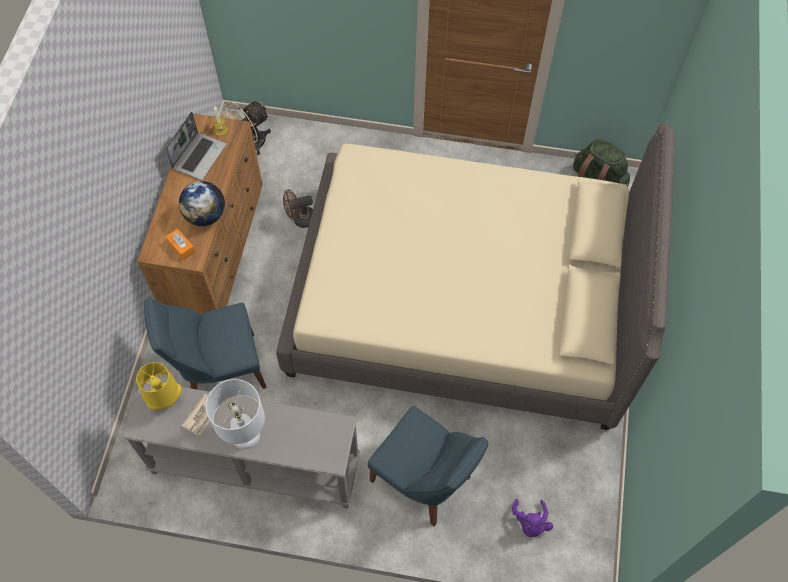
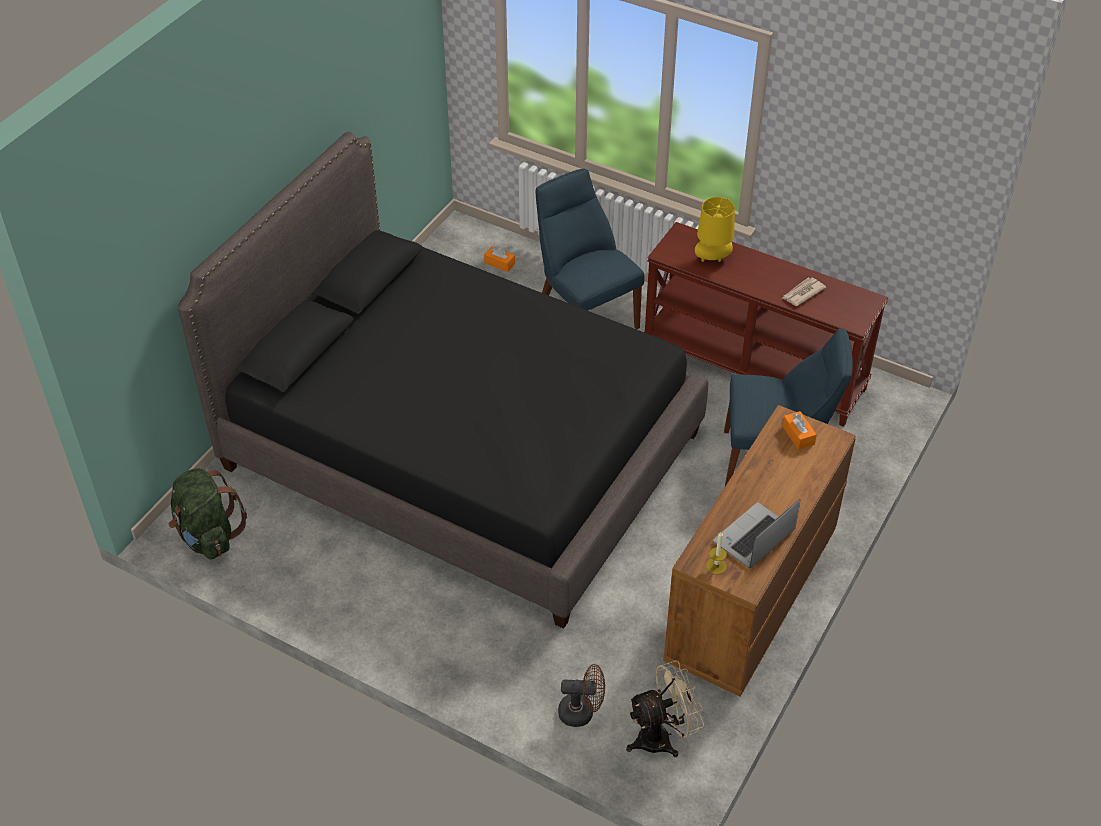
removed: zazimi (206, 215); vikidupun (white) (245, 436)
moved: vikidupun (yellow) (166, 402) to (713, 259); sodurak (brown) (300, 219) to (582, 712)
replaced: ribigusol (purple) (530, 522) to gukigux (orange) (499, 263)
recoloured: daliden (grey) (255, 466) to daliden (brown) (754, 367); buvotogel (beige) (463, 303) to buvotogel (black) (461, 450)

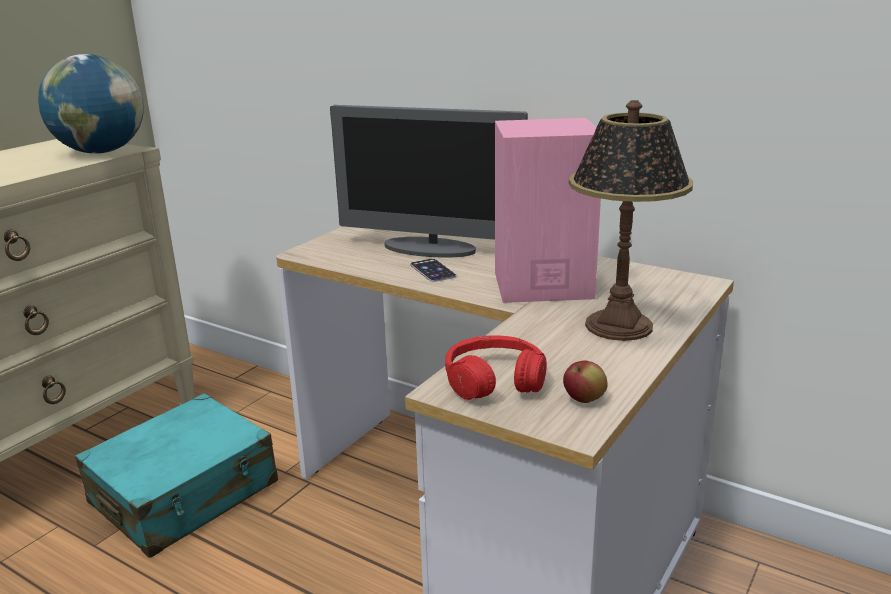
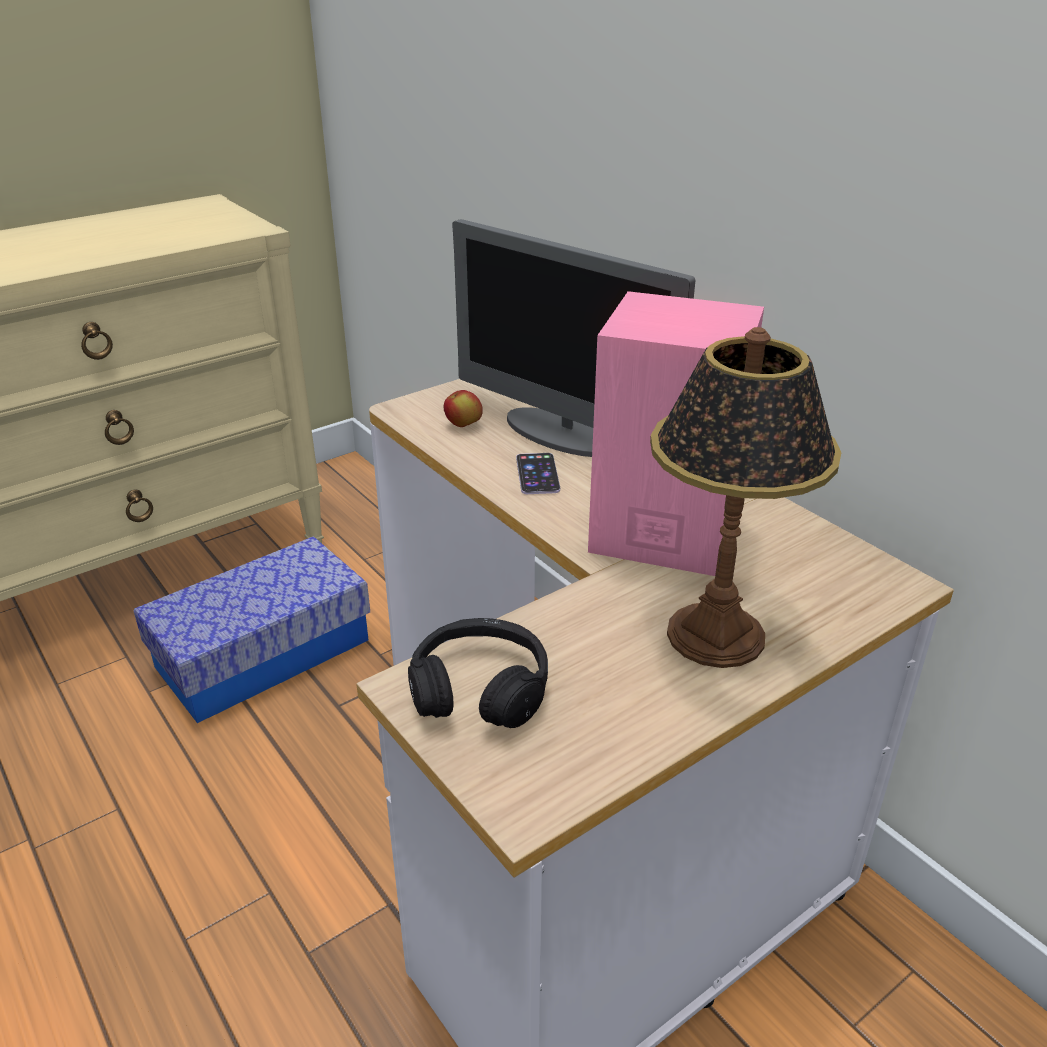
removed: zazimi (101, 152)
moved: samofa (584, 400) to (463, 425)
replaced: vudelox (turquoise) (185, 494) to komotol (263, 653)
recoloured: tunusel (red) (494, 380) to tunusel (black) (480, 689)

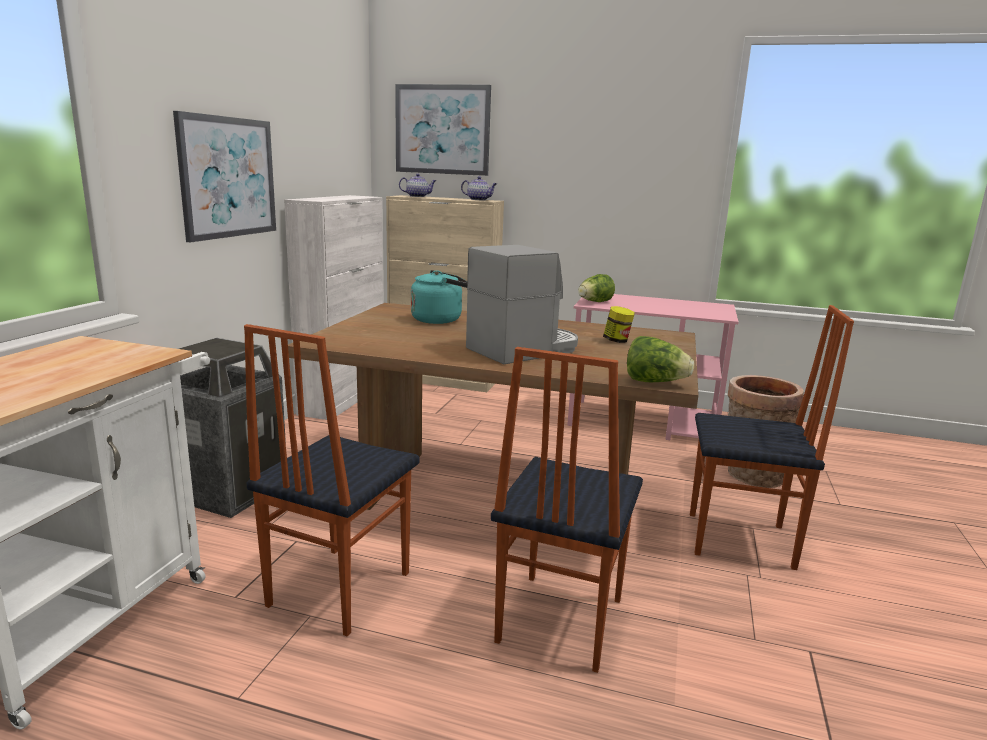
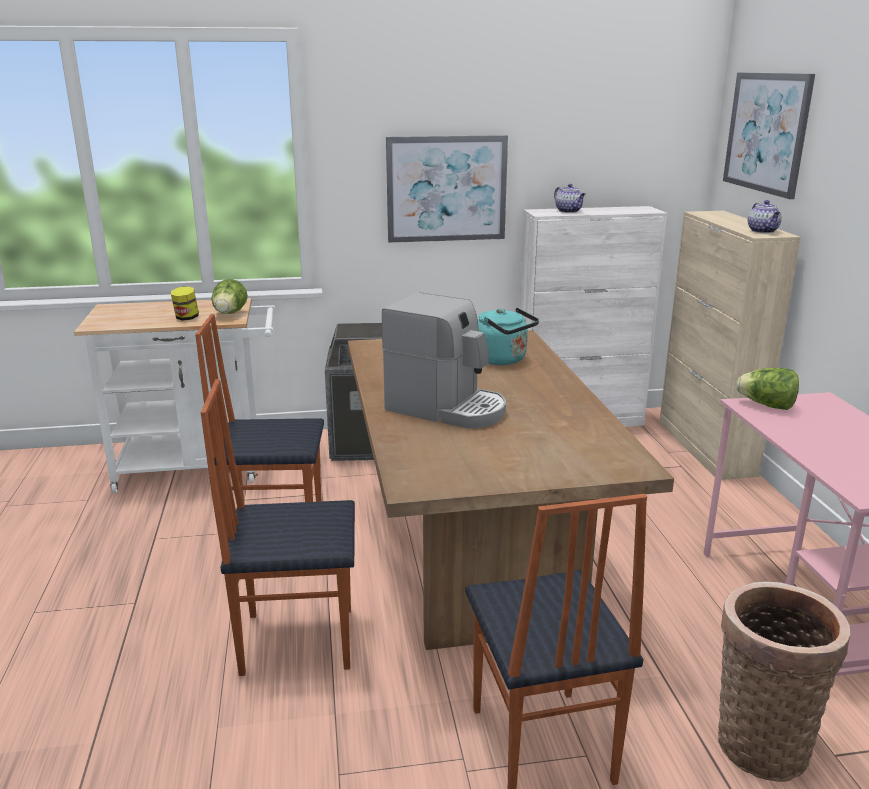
moved: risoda (418, 196) to (569, 211); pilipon (617, 341) to (186, 318); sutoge (655, 382) to (229, 314)

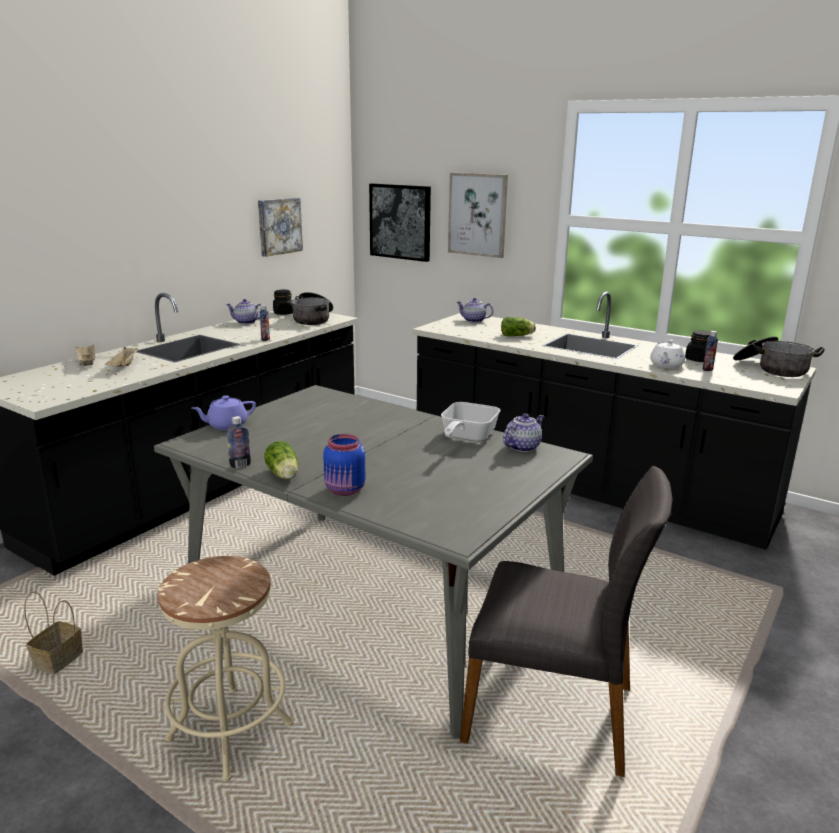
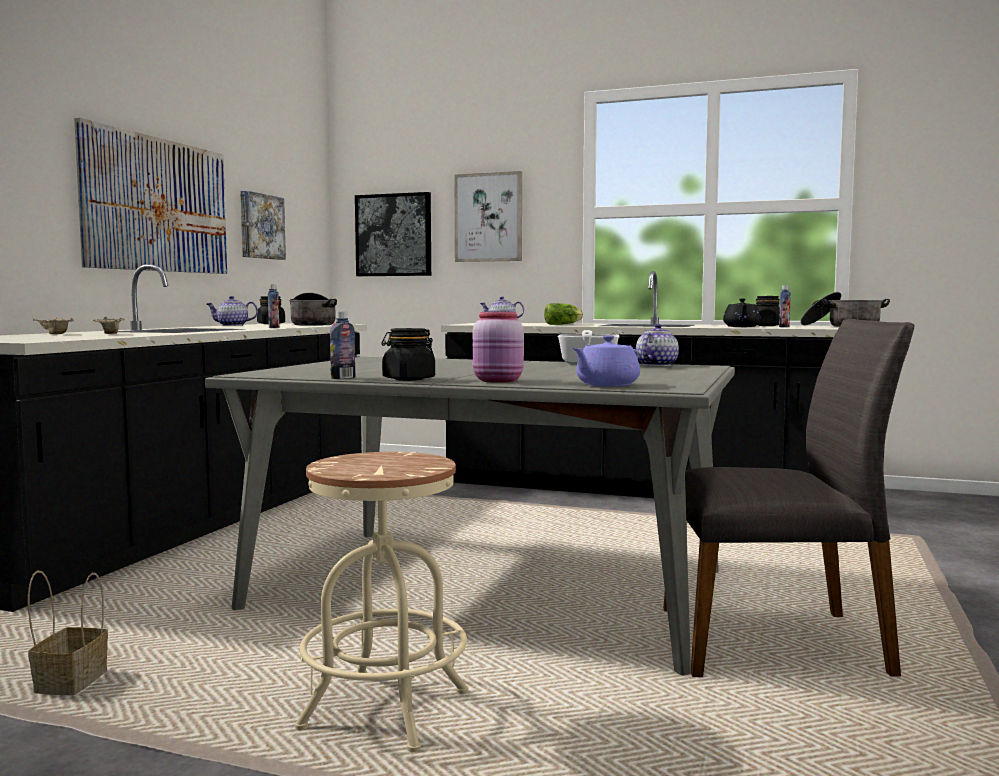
added: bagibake (157, 205)
moved: risoda (purple) (226, 425) to (606, 385)
replaced: sutoge (284, 475) to pilipon (black) (408, 379)
recoloured: pilipon (blue) (345, 490) to pilipon (pink) (499, 381); risoda (white) (666, 365) to risoda (black) (741, 327)

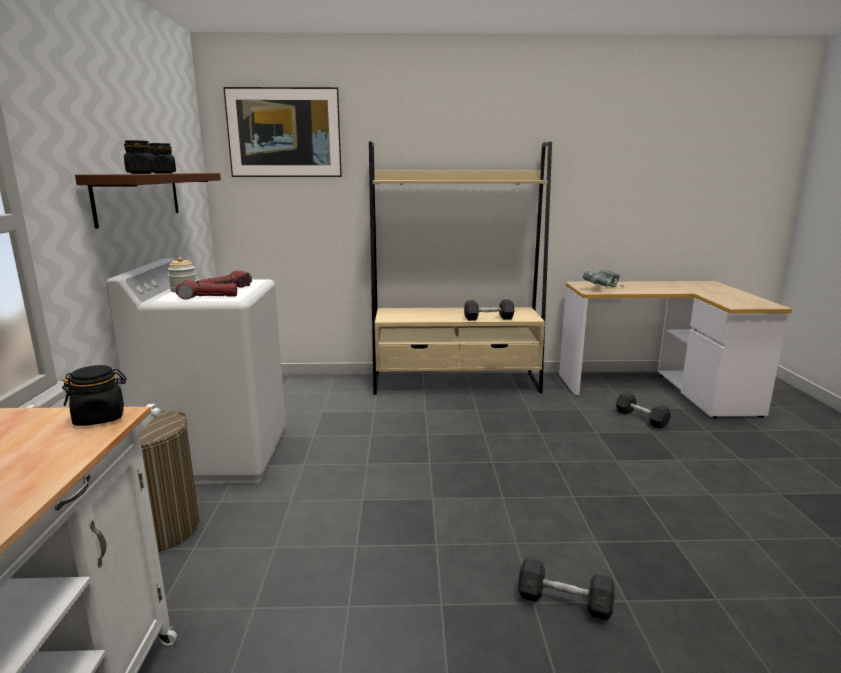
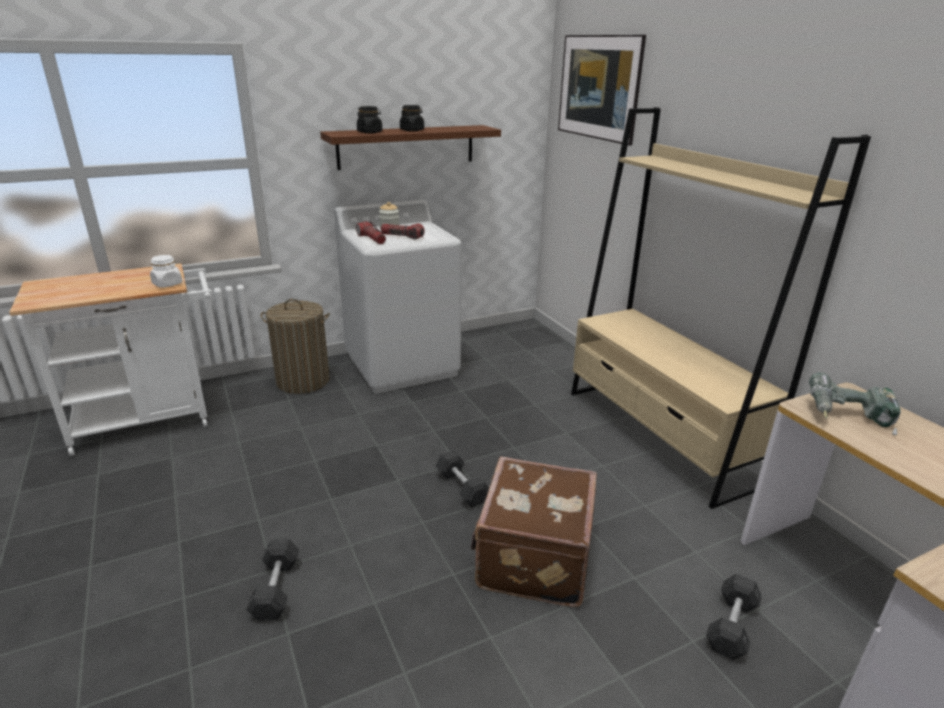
added: vudelox (brown) (532, 558)
moved: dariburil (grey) (488, 318) to (462, 487)
recoloured: pilipon (black) (100, 418) to pilipon (white) (167, 284)

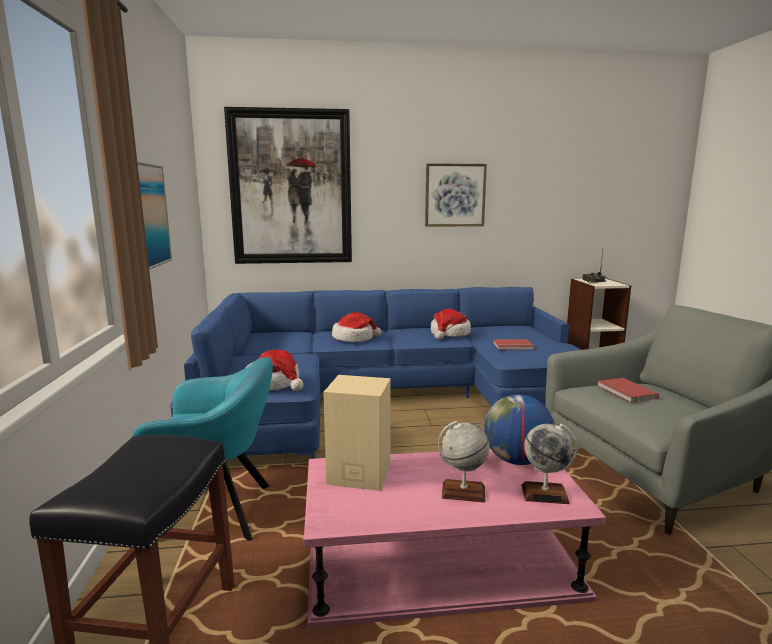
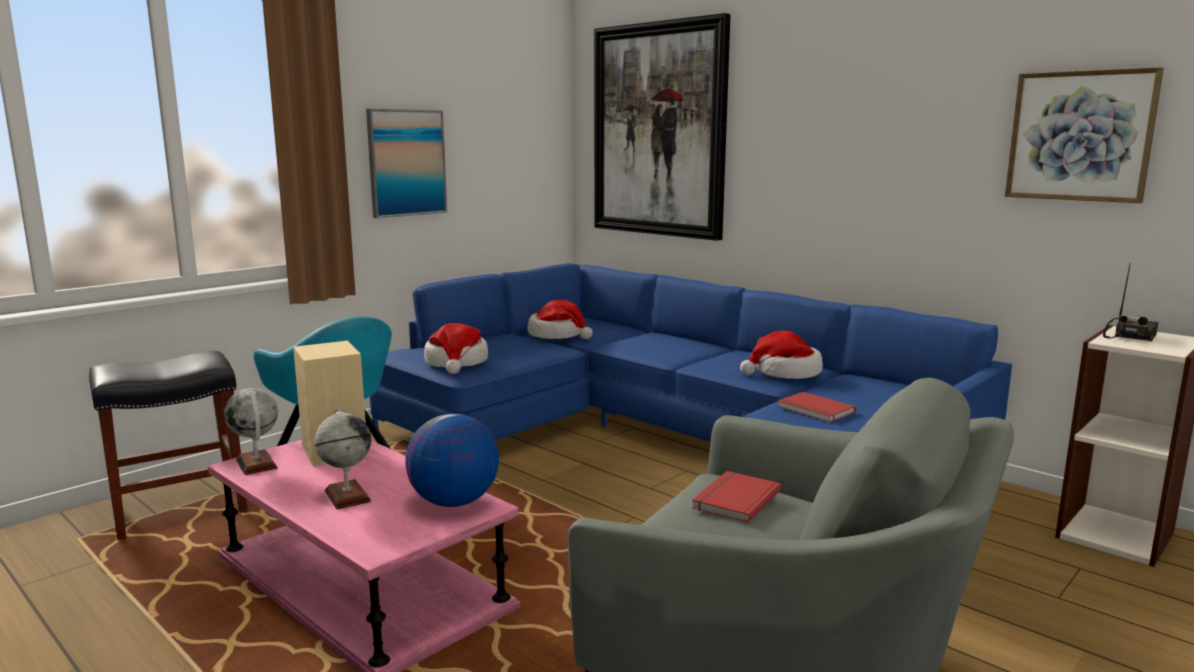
moved: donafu (354, 338) to (557, 335); bagibake (455, 195) to (1079, 136); zazimi (545, 494) to (257, 464)

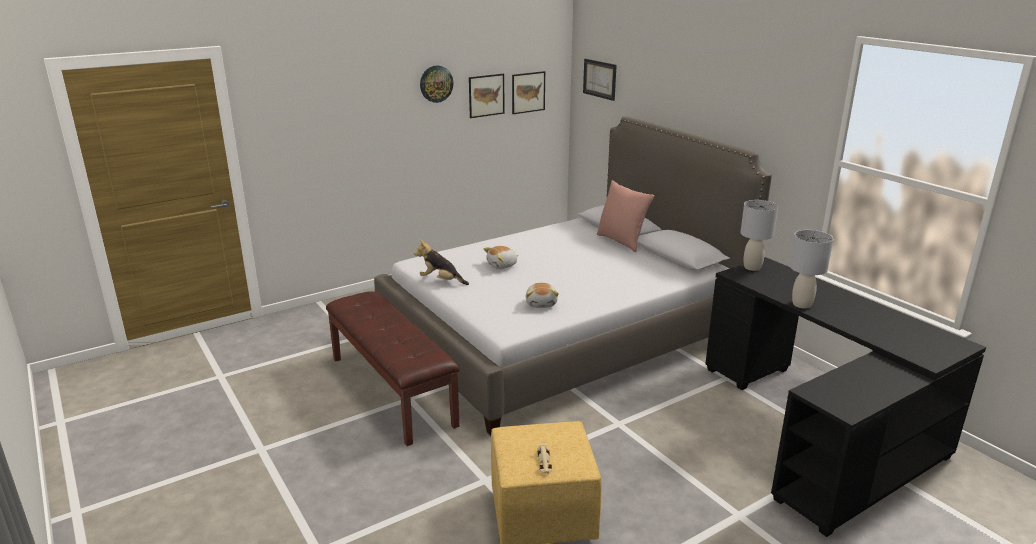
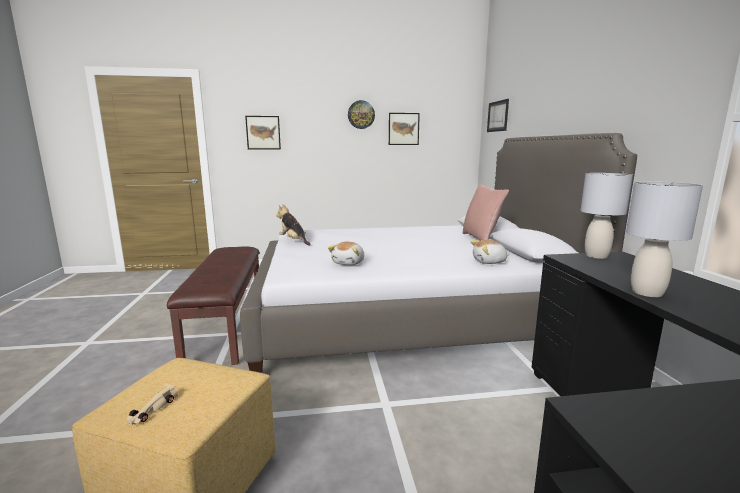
moved: ribigusol (502, 265) to (489, 262); bagibake (528, 92) to (263, 132)

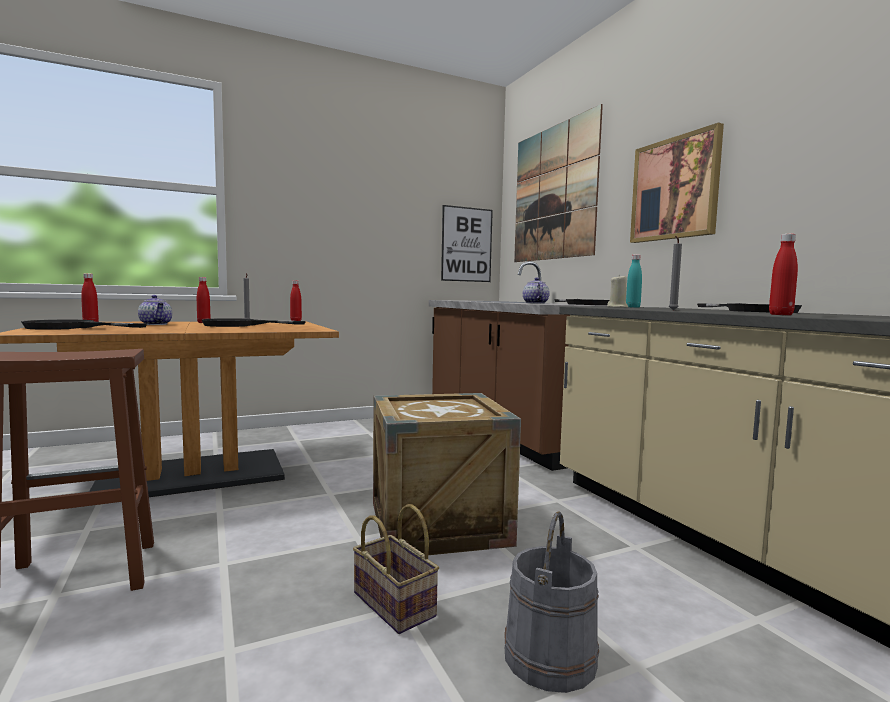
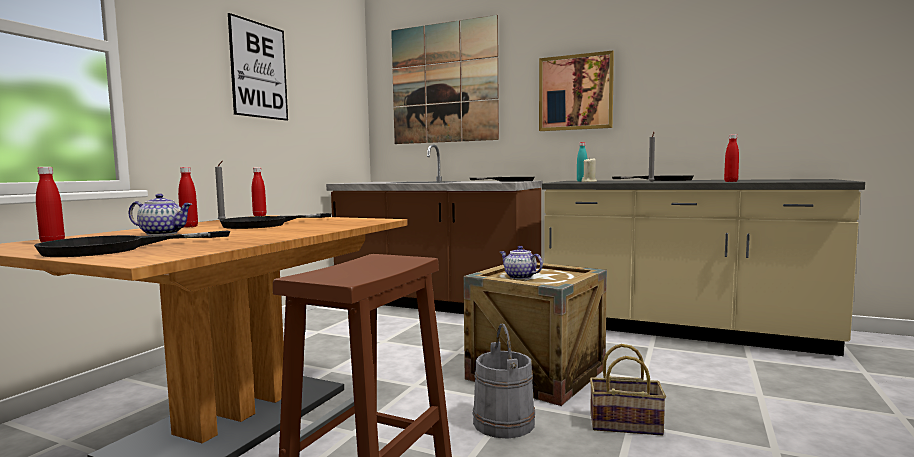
moved: bagibake (466, 244) to (259, 70); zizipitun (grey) (550, 657) to (504, 422); risoda (535, 303) to (519, 277)

